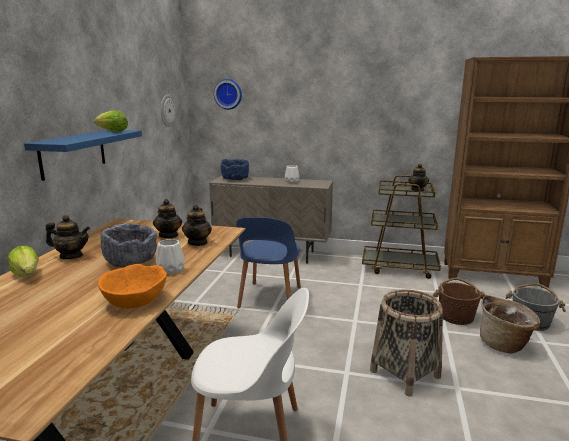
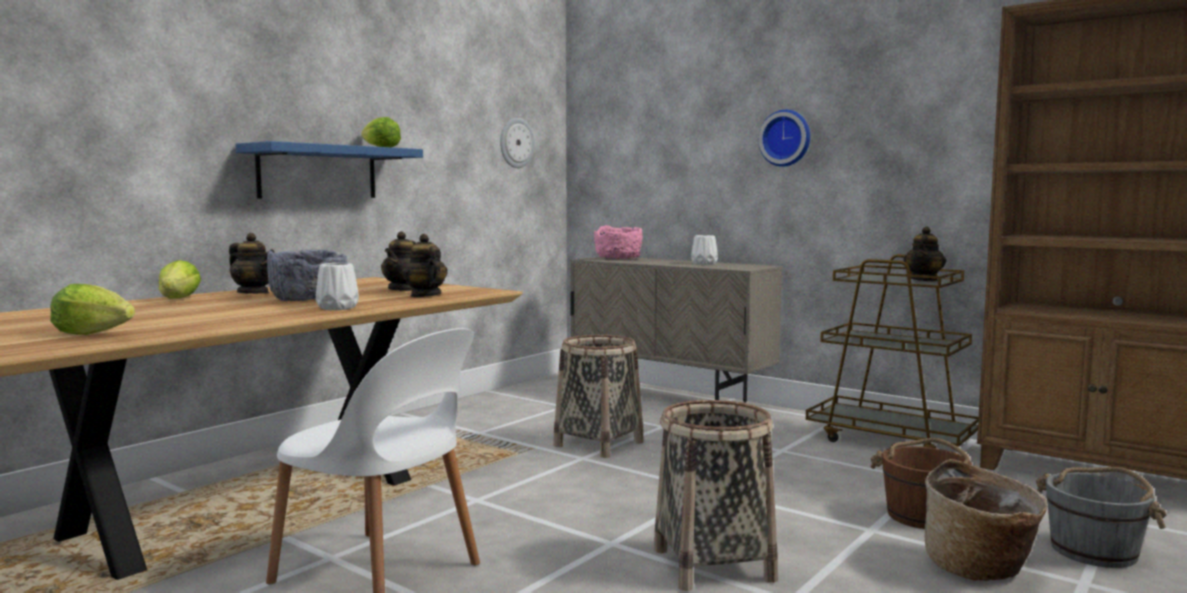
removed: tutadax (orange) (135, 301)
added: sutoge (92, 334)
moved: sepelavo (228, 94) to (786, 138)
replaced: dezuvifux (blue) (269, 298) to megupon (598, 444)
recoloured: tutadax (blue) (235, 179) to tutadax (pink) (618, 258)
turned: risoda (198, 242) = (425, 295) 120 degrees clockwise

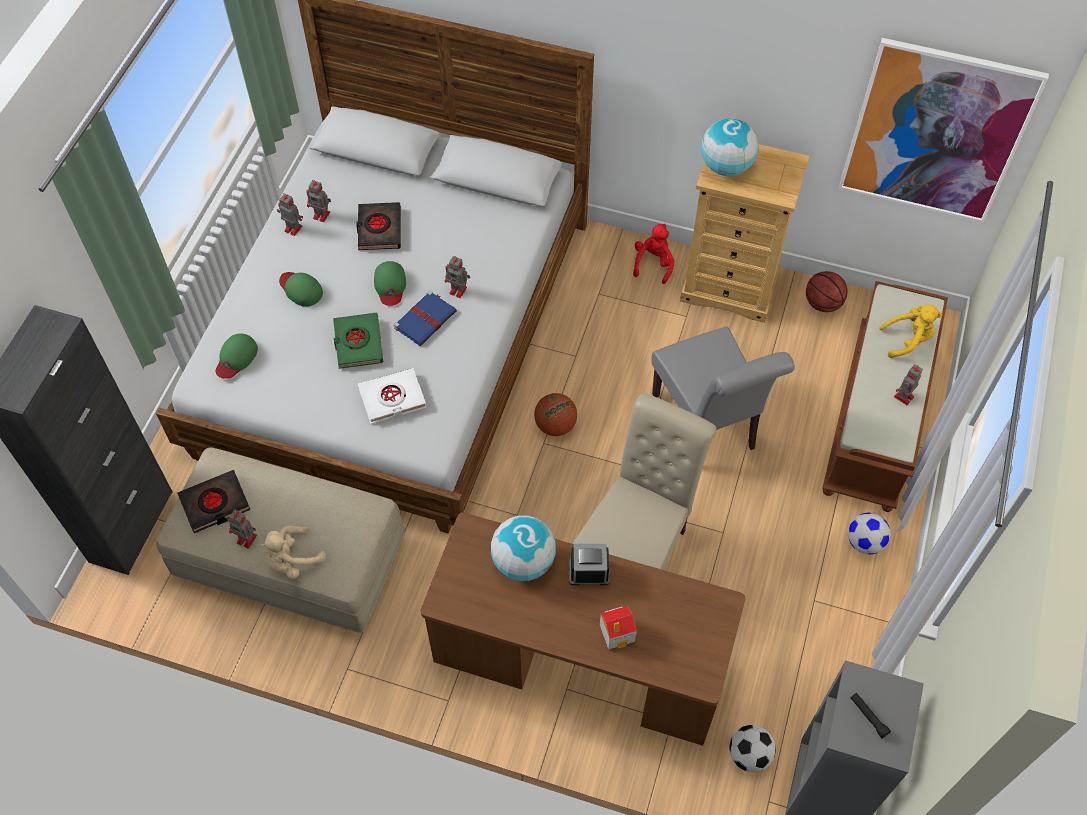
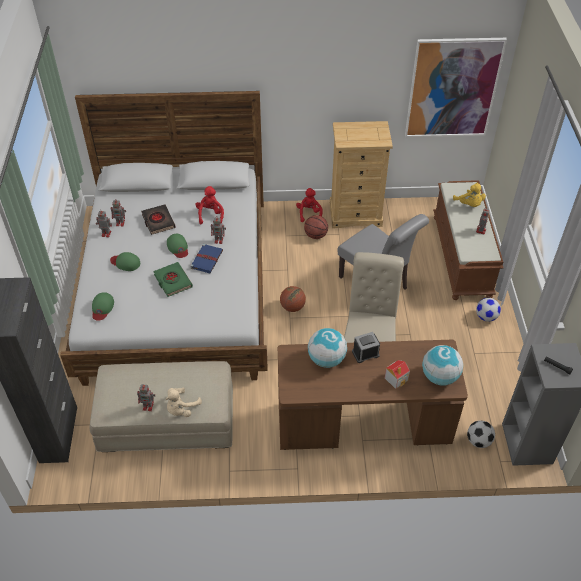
removed: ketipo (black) (215, 504); ketipo (white) (392, 399)
added: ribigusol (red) (210, 215)
moved: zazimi (726, 167) to (439, 377); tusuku (822, 303) to (315, 235)
turned: ribigusol (yellow) (908, 340) = (469, 204) 90 degrees clockwise

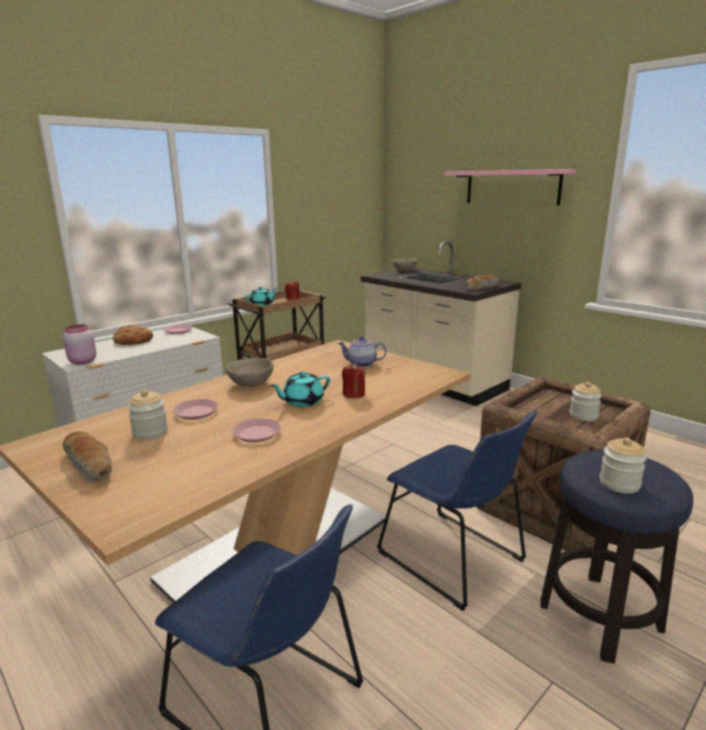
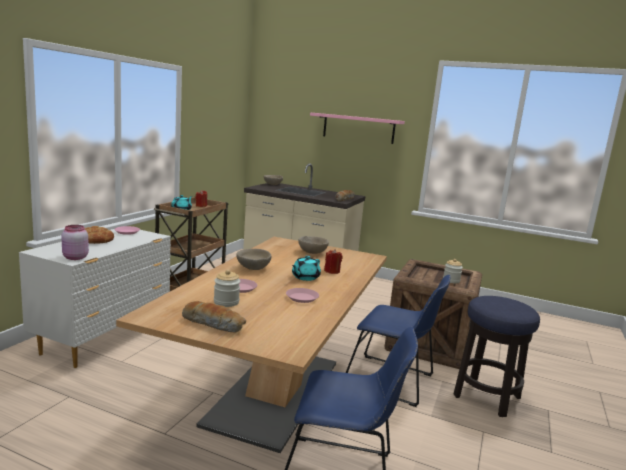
removed: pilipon (619, 484)
replaced: risoda (361, 364) to tutadax (beige) (312, 252)

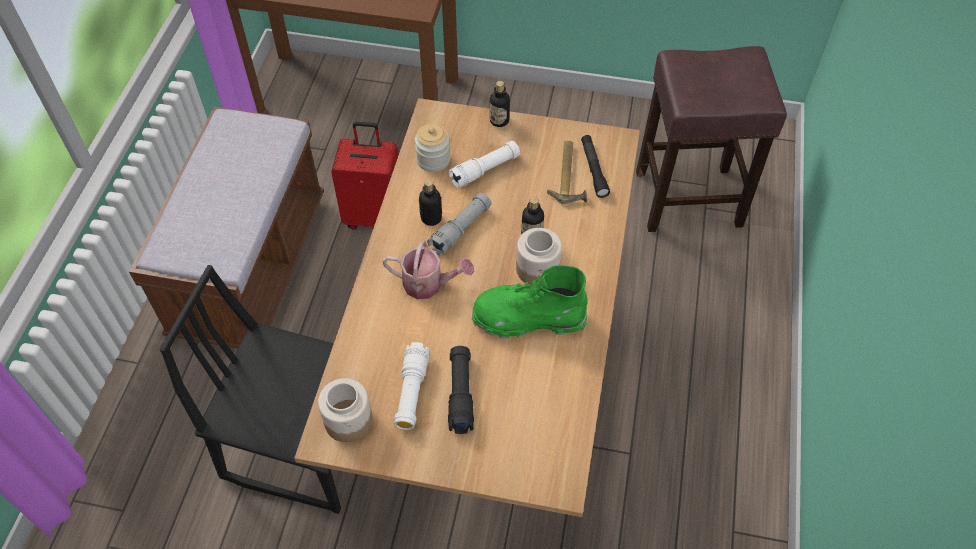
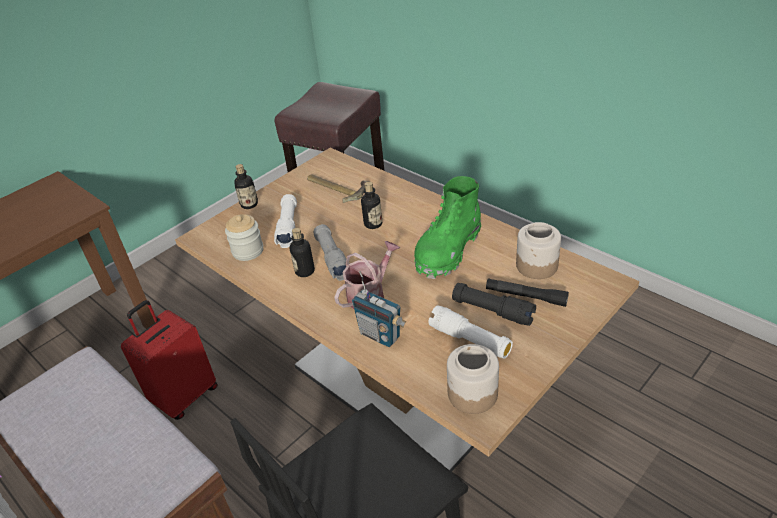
added: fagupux (380, 335)
moved: pilipon (538, 269) to (537, 265); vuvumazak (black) (593, 169) to (526, 296)

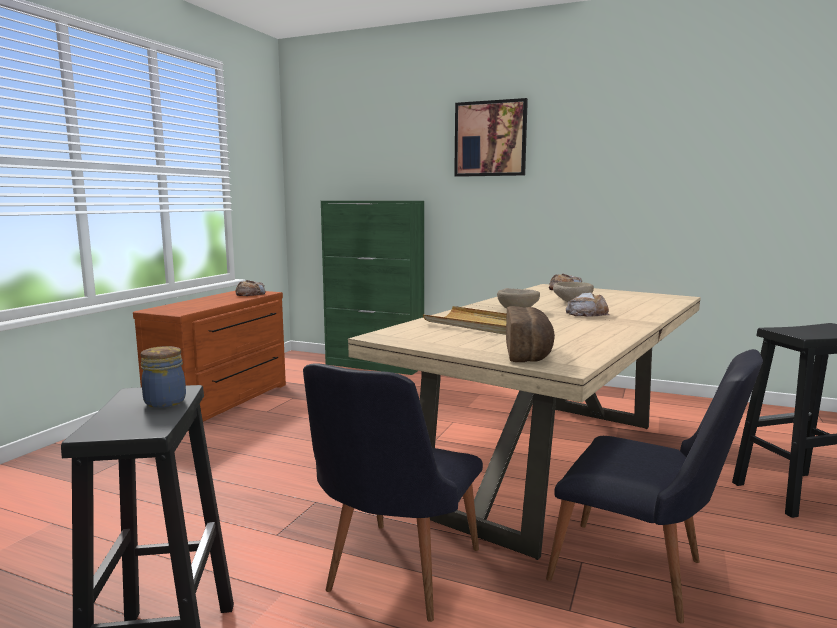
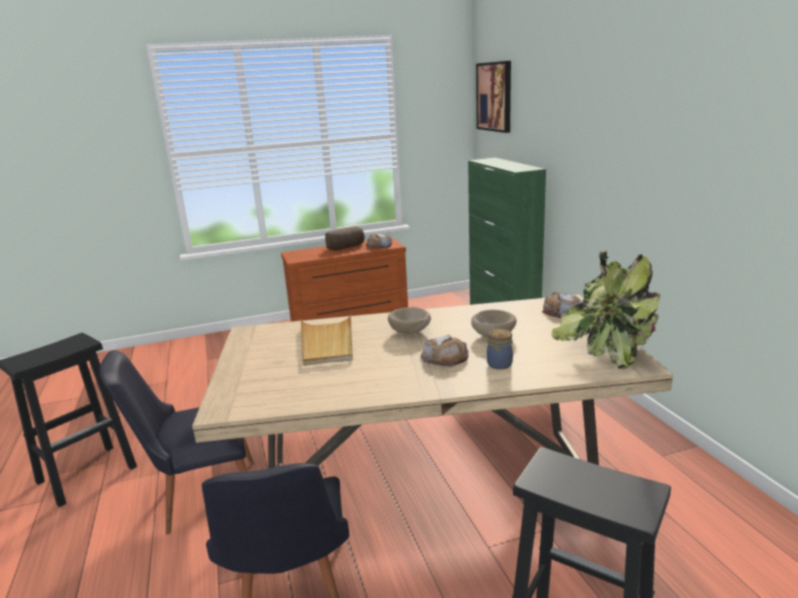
added: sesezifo (606, 347)
moved: pilipon (166, 401) to (500, 364); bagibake (490, 139) to (494, 96); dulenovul (529, 353) to (346, 247)

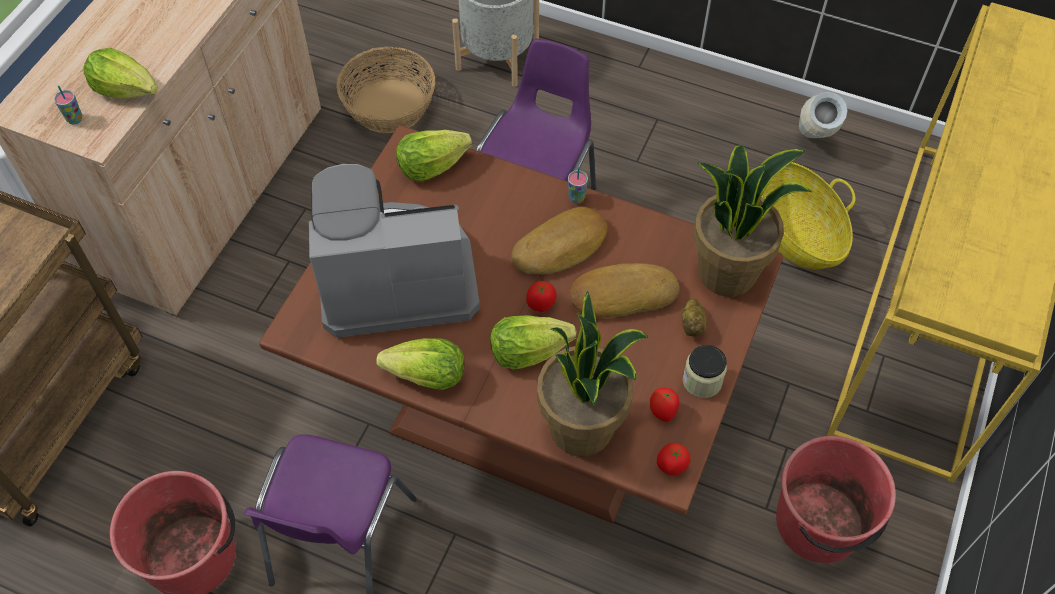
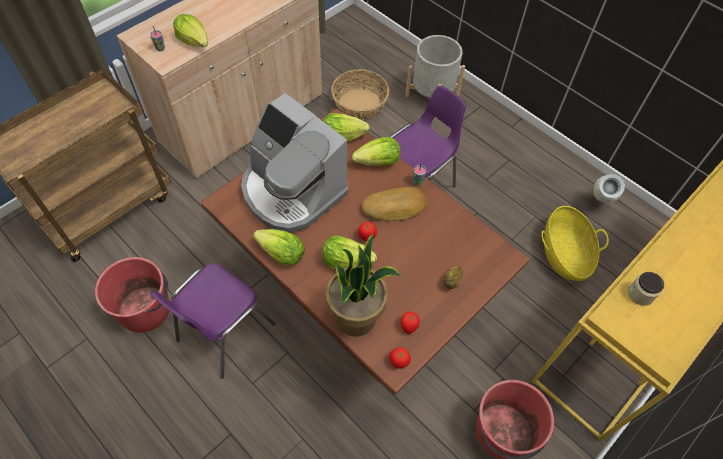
removed: dulenovul (622, 294); sesezifo (727, 271)
added: sutoge (378, 162)
moved: pilipon (702, 381) to (640, 294)
turned: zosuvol (395, 276) = (292, 191) 150 degrees counterclockwise

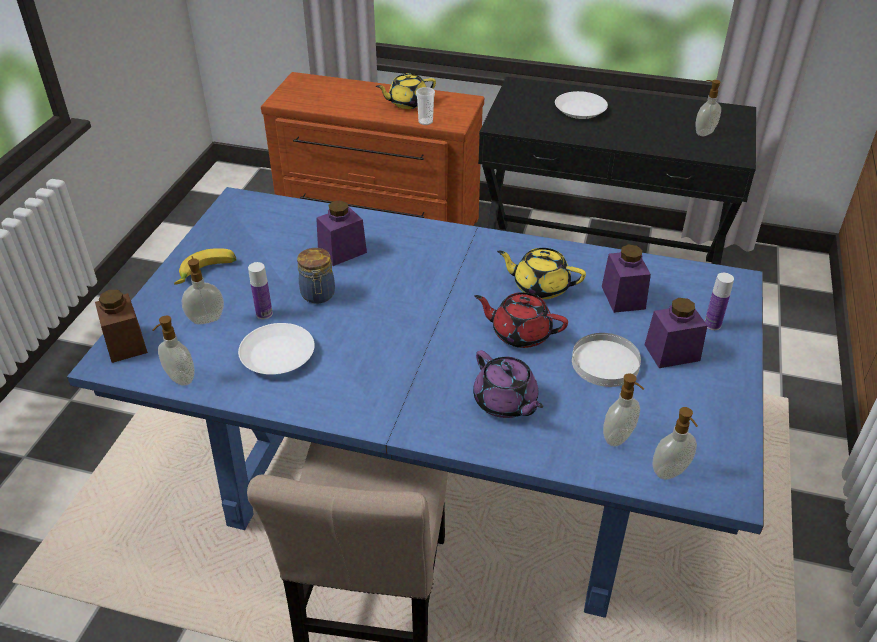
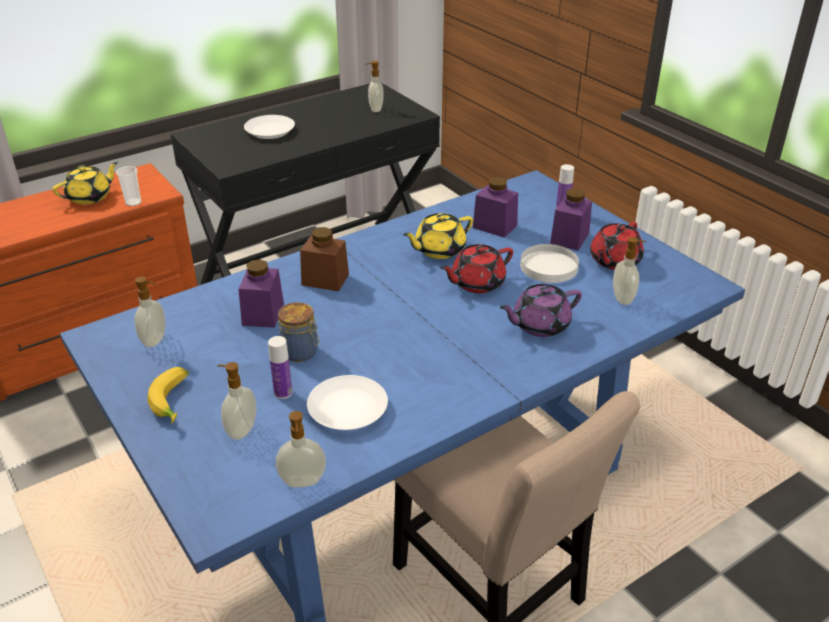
added: risoda (red) (614, 261)
moved: pilipon (brown) (126, 344) to (325, 279); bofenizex (670, 472) to (155, 340)
turned: risoda (yellow) (407, 103) = (90, 197) 150 degrees counterclockwise; risoda (purple) (505, 402) = (539, 325) 150 degrees clockwise

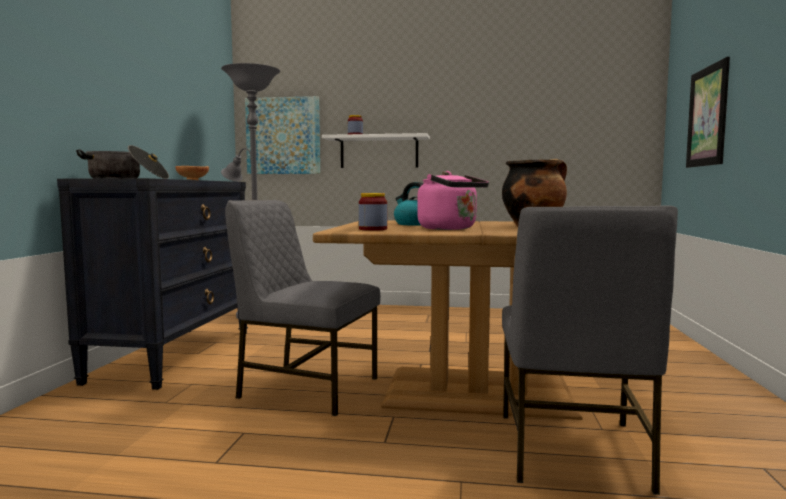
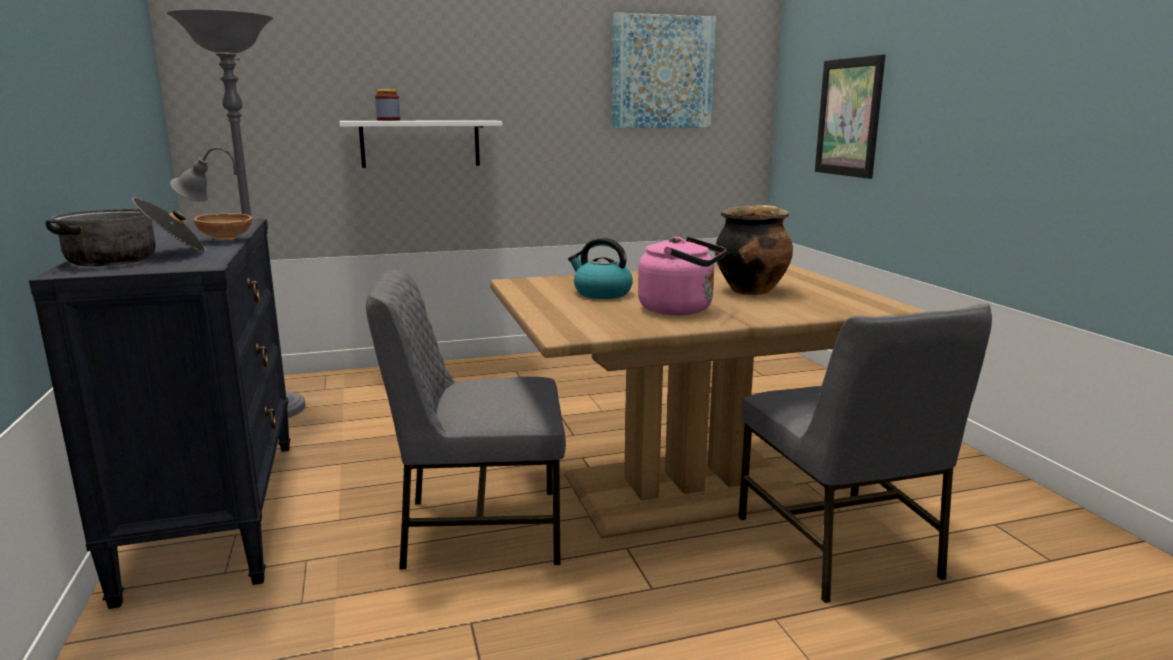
removed: pilipon (373, 229)
moved: bagibake (283, 136) to (662, 72)

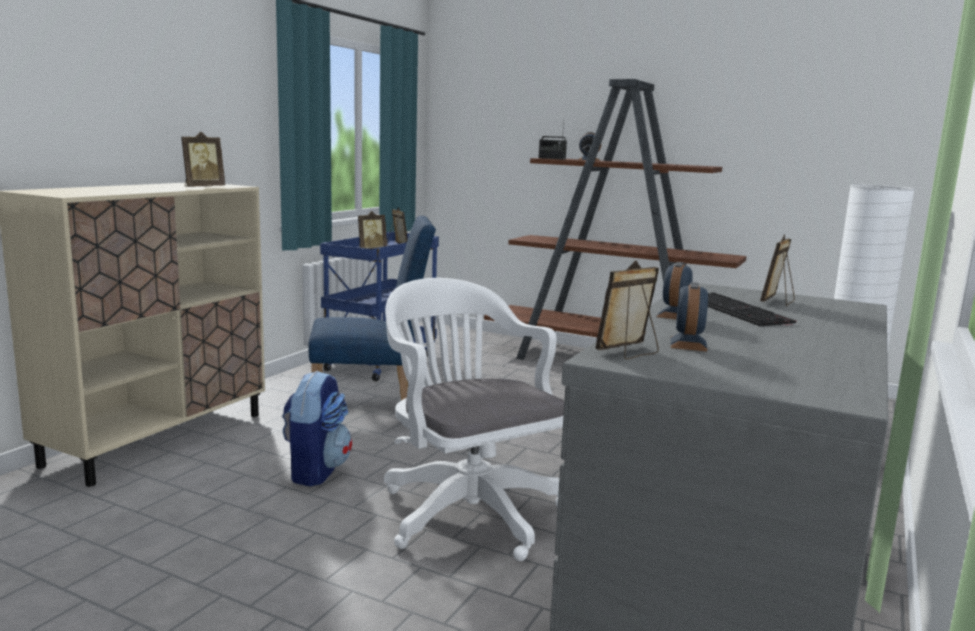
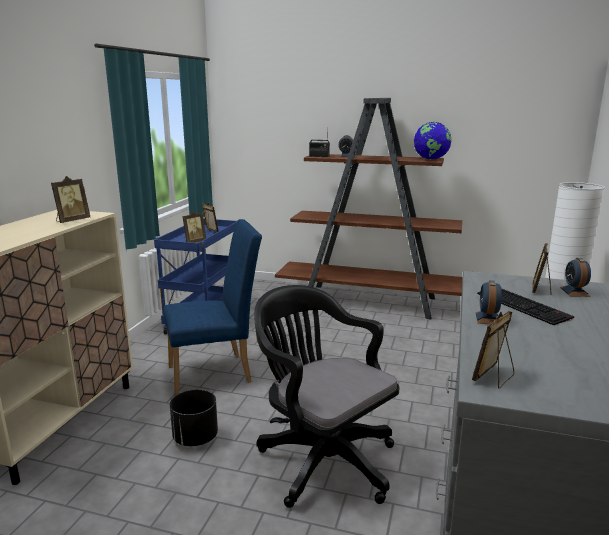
added: zazimi (431, 159)
moved: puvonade (688, 344) to (574, 292)
replaced: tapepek (316, 471) to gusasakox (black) (195, 438)
recoloured: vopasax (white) (466, 509) to vopasax (black) (322, 459)

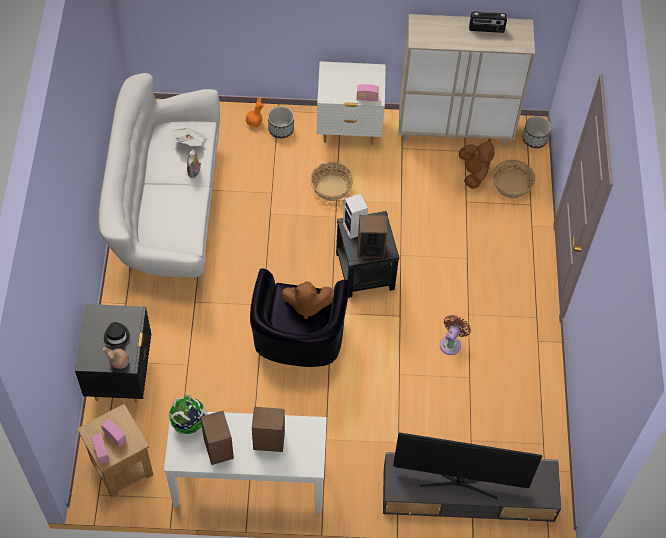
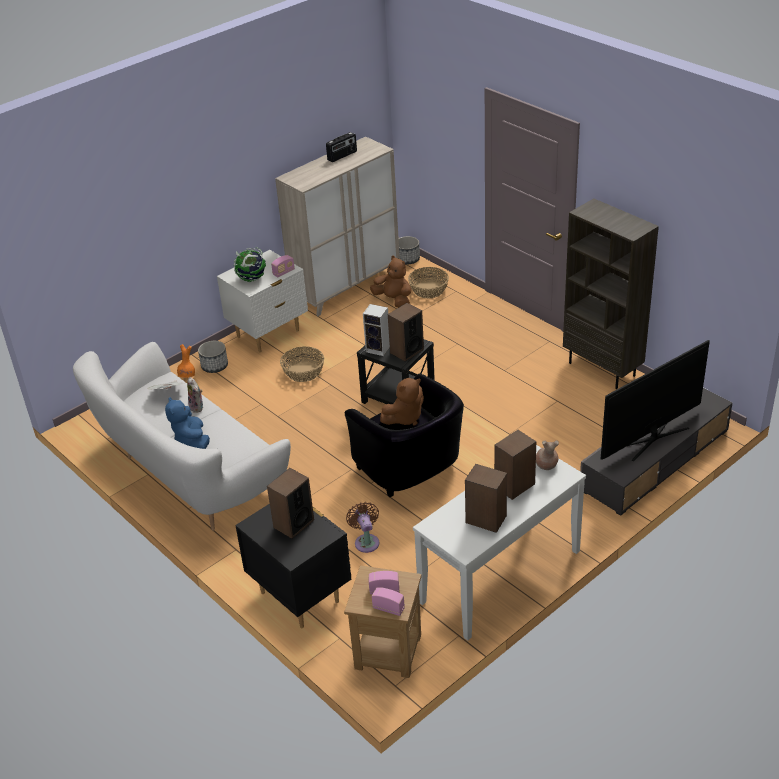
added: ribigusol (blue) (191, 441); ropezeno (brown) (603, 369)
moved: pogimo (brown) (118, 362) to (546, 465); zazimi (189, 423) to (252, 279); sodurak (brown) (451, 343) to (366, 541)
replaced: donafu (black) (117, 335) to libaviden (293, 523)

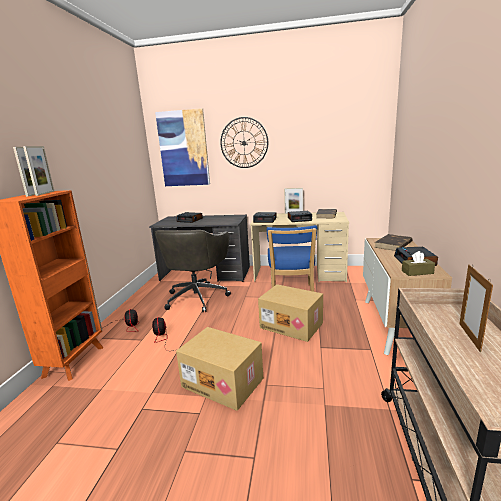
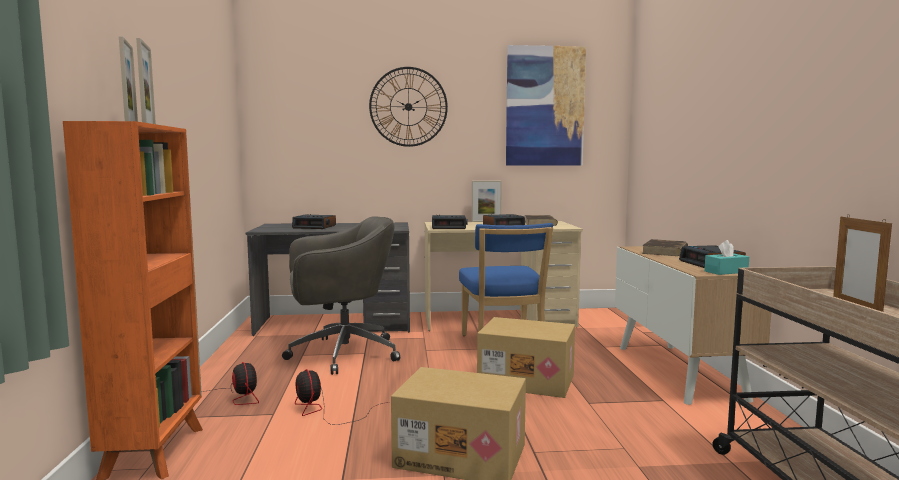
moved: bagibake (183, 149) to (544, 106)
recoloured: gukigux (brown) (417, 272) to gukigux (turquoise) (726, 272)
turned: vopasax (grey) (197, 297) = (341, 354) 105 degrees counterclockwise

